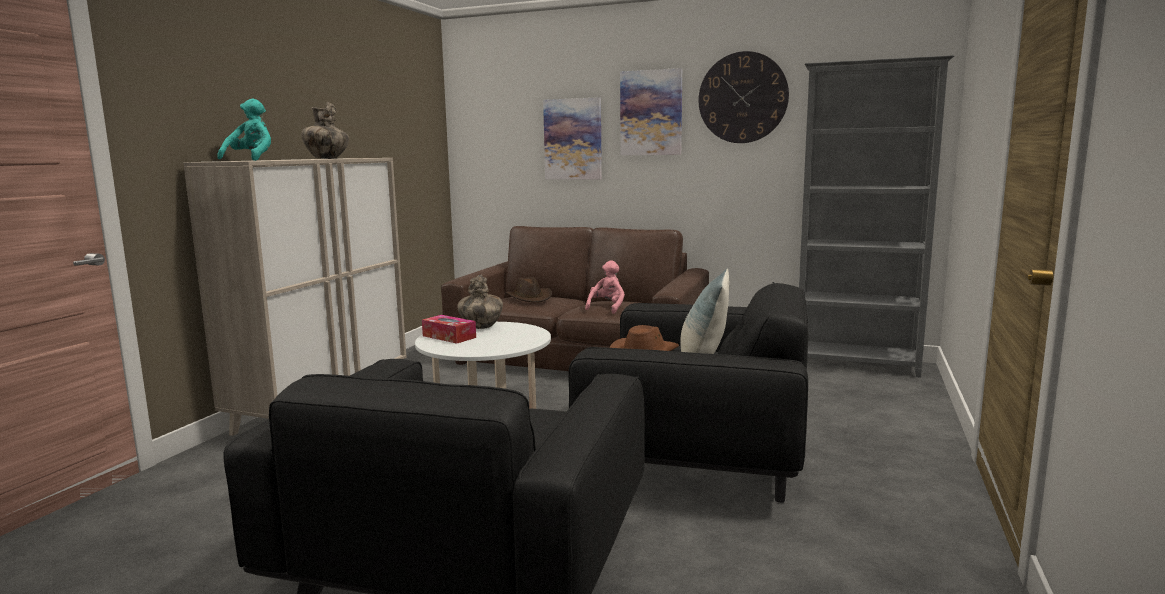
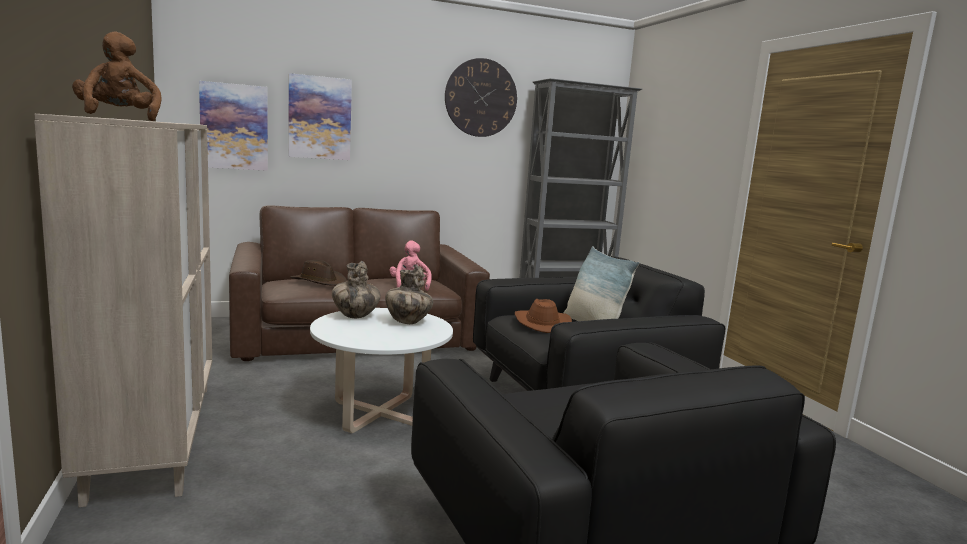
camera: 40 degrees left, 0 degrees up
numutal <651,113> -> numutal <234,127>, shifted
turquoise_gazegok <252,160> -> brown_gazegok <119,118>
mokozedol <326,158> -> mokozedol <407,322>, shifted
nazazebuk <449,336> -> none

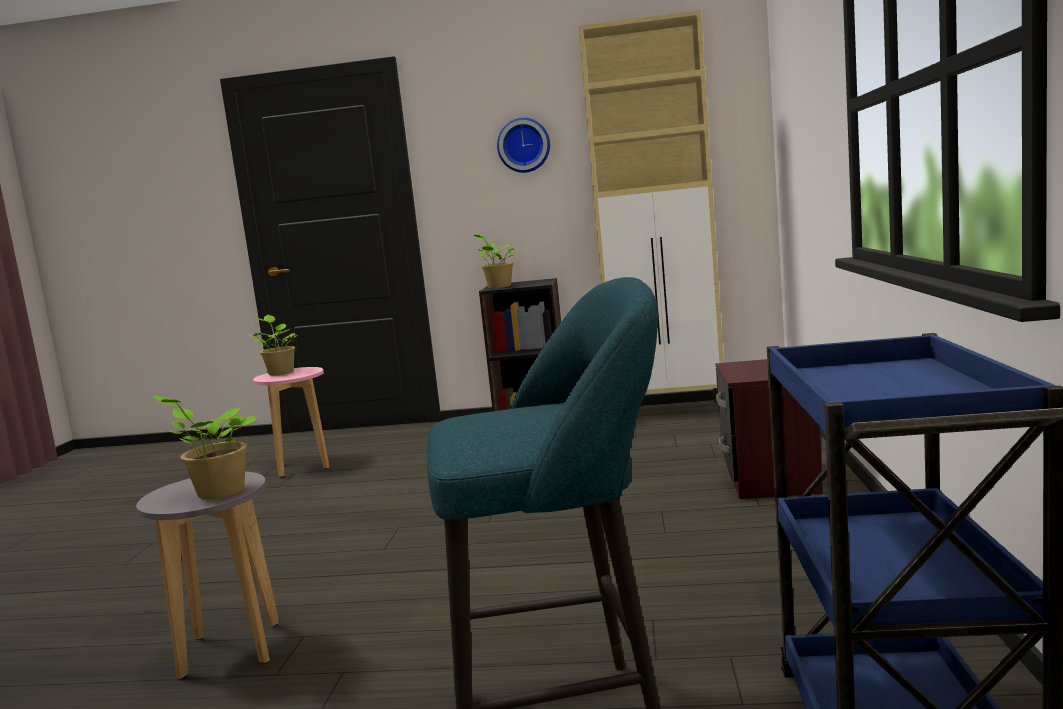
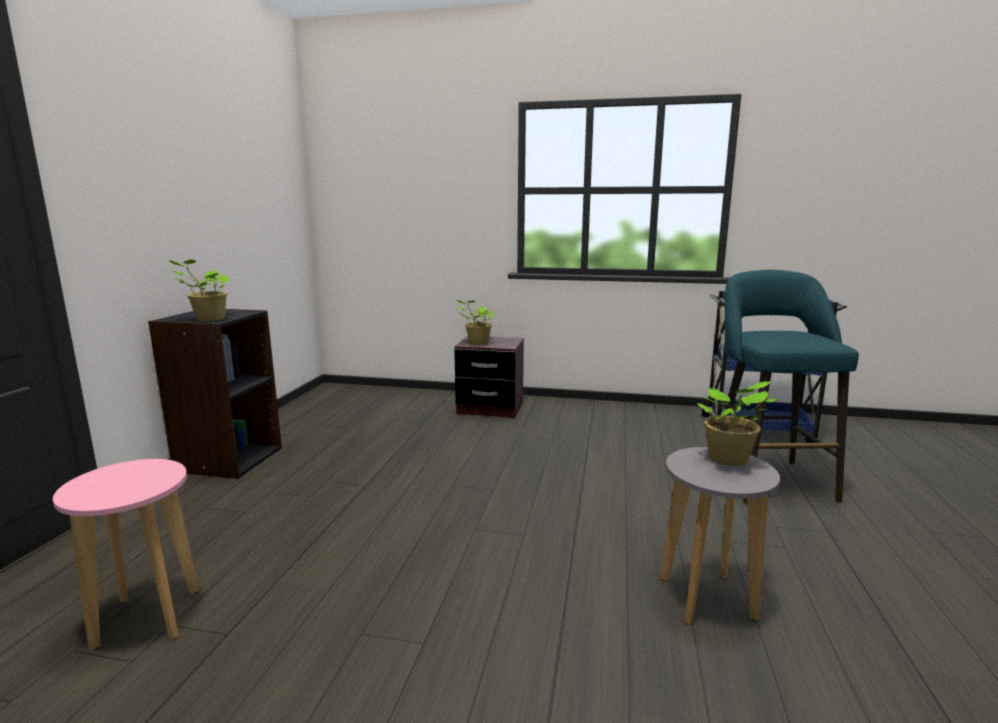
camera: 85 degrees left, 5 degrees up
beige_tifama <669,410> -> none
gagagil <524,145> -> none
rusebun <280,373> -> rusebun <477,343>, shifted

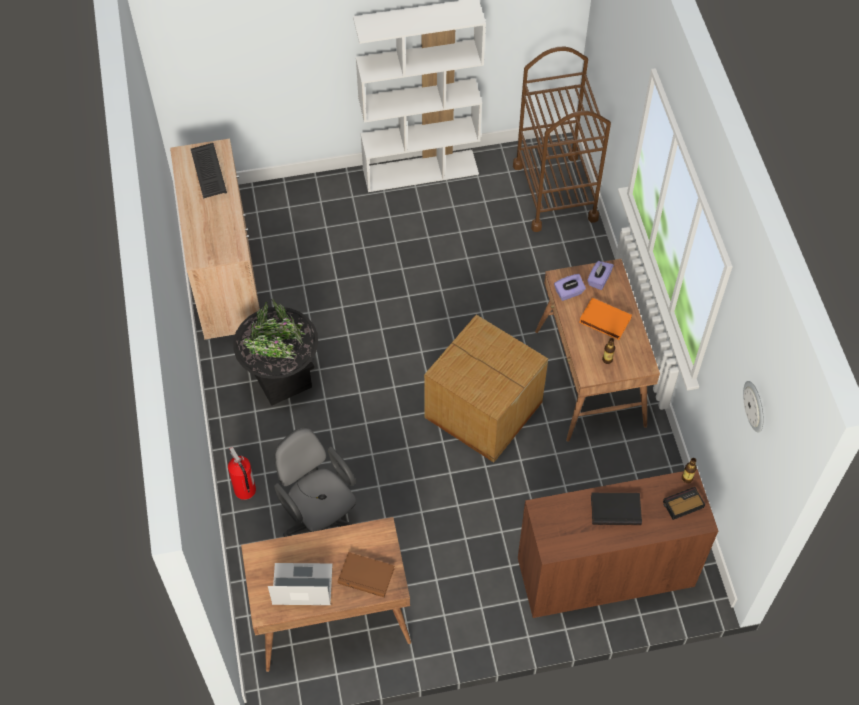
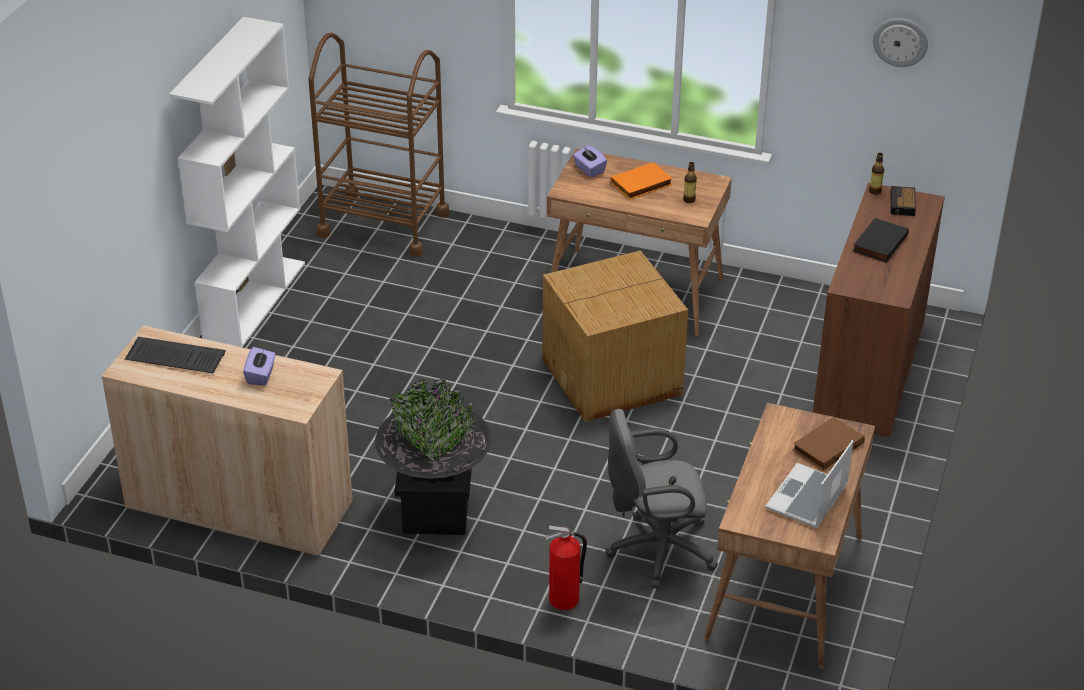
camera: 60 degrees left, 20 degrees down
purple_nazazebuk <569,292> -> purple_nazazebuk <261,375>, shifted

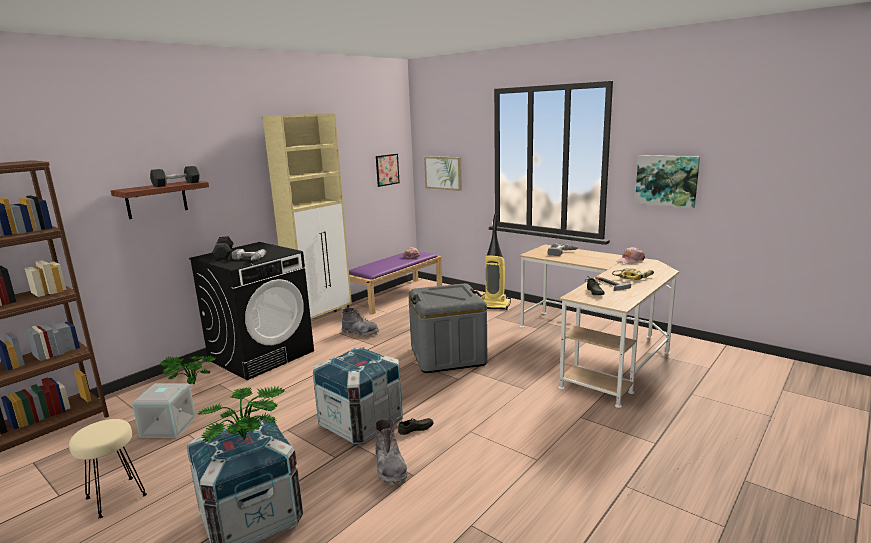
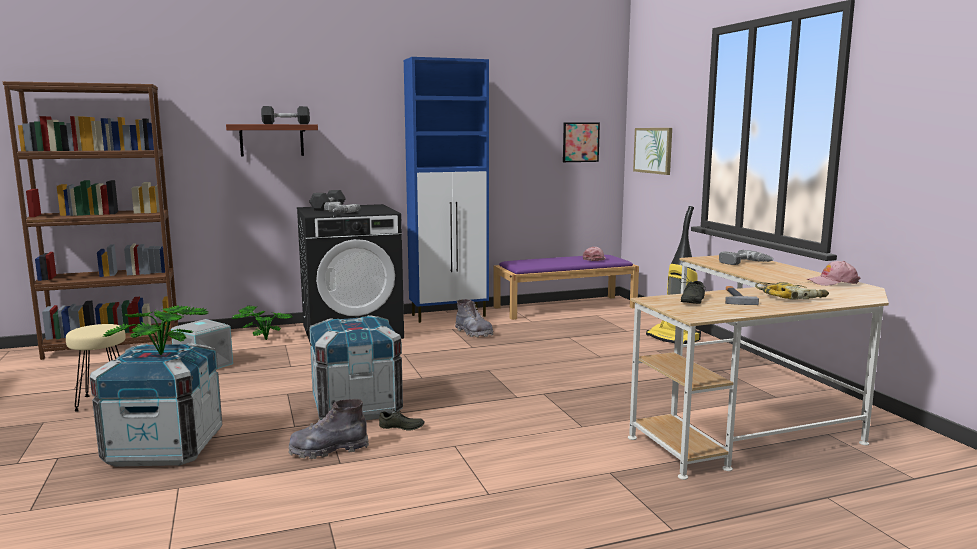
camera: 30 degrees right, 5 degrees down
beige_tifama <322,321> -> blue_tifama <450,316>
numutal <666,180> -> none
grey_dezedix <448,356> -> none
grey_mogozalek <390,467> -> grey_mogozalek <328,450>, 60 degrees clockwise

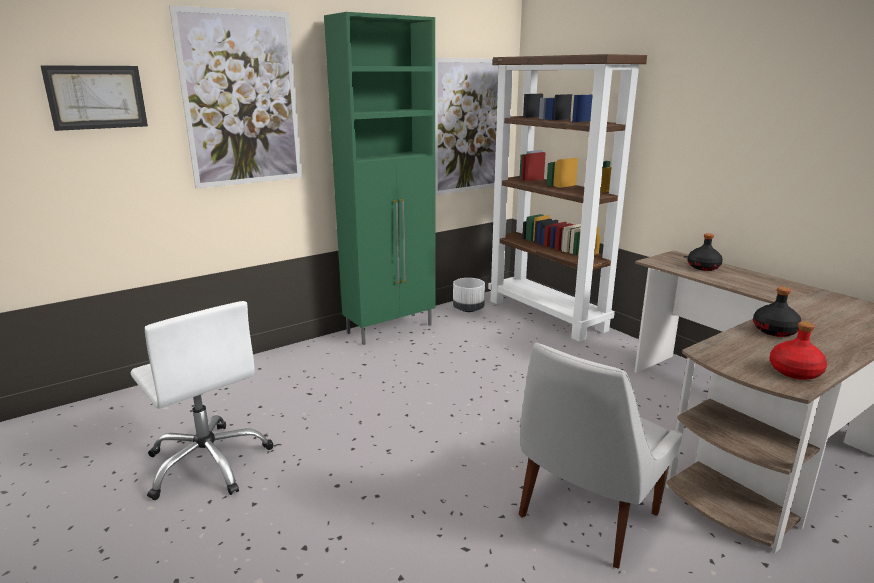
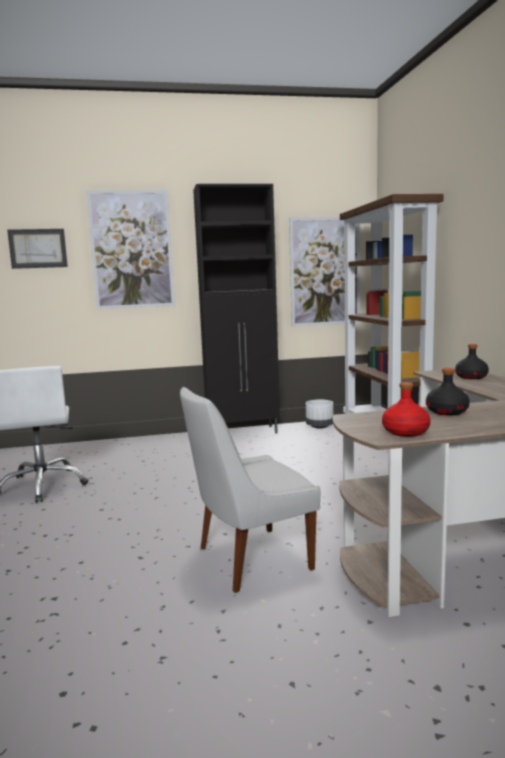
camera: 25 degrees right, 10 degrees down
green_tifama <391,329> -> black_tifama <243,432>

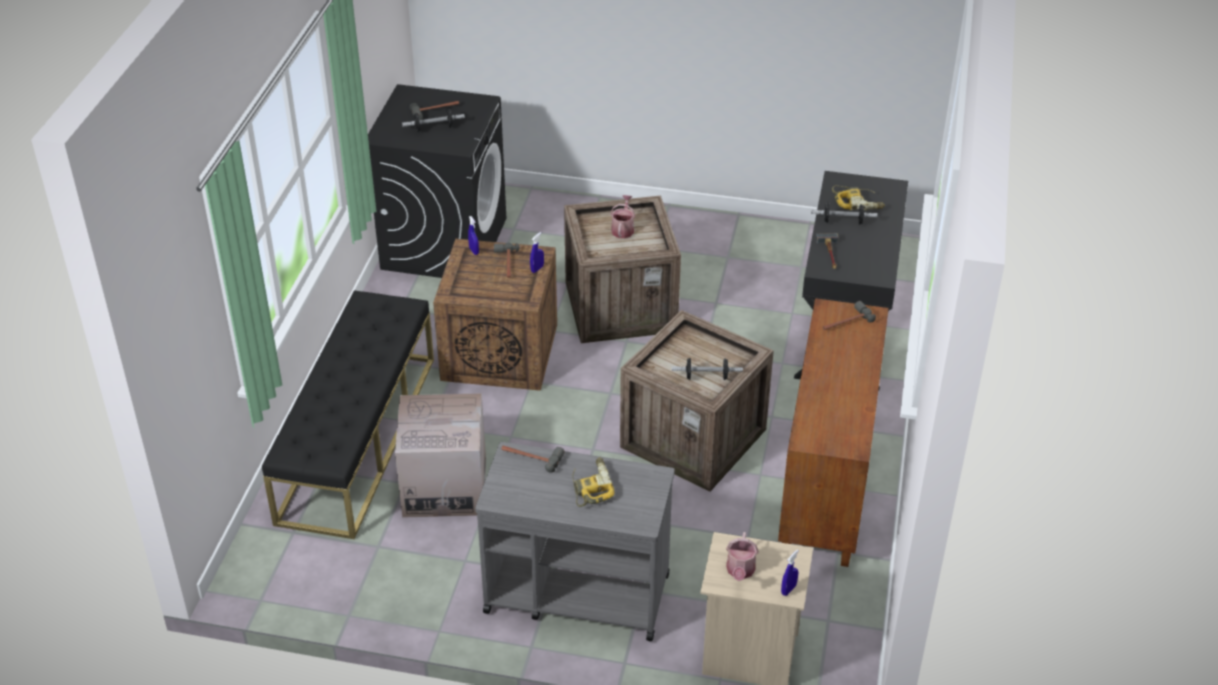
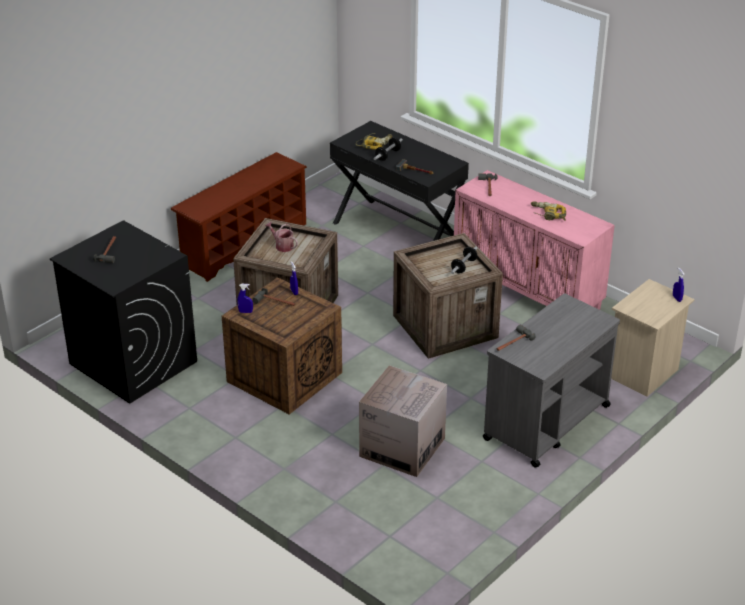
camera: 60 degrees left, 5 degrees down
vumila <434,128> -> none
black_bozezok <357,438> -> none
brown_tifama <827,485> -> pink_tifama <528,293>
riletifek <591,486> -> riletifek <547,215>, shifted
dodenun <740,571> -> none
none -> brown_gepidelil <243,244>

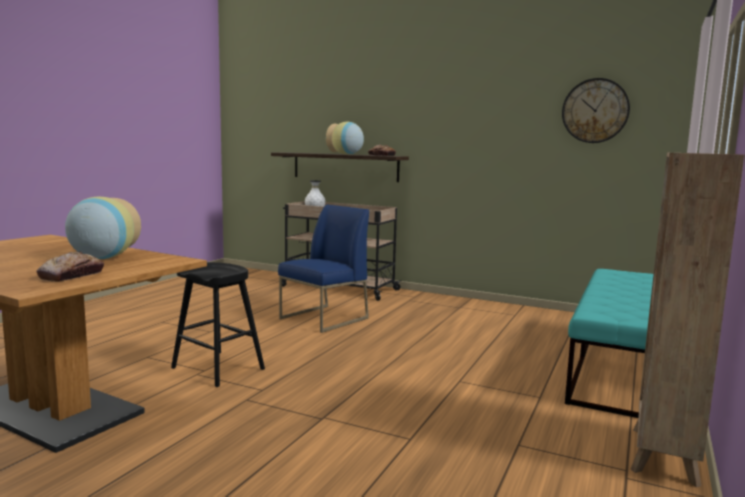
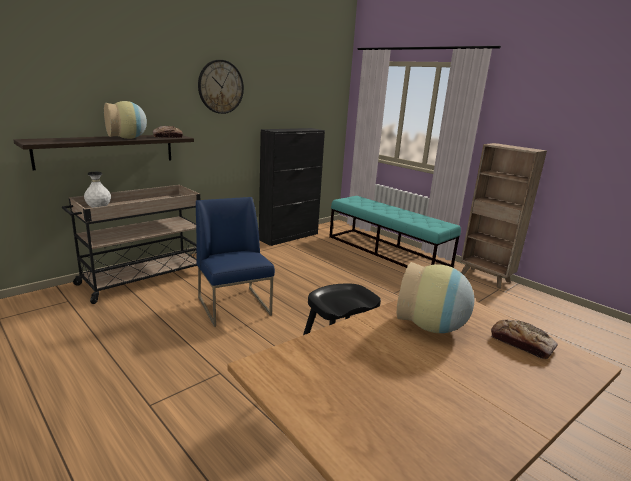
camera: 70 degrees left, 10 degrees up
gagagil <595,111> -> gagagil <220,87>, shifted
none -> black_tifama <289,236>

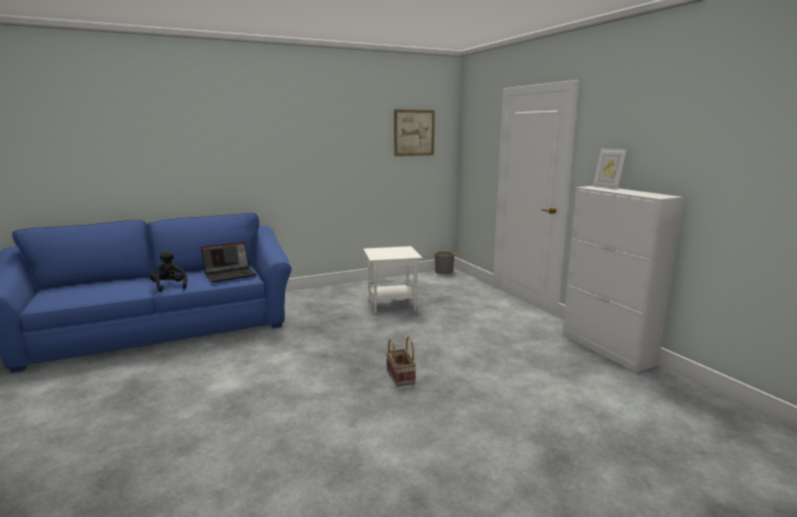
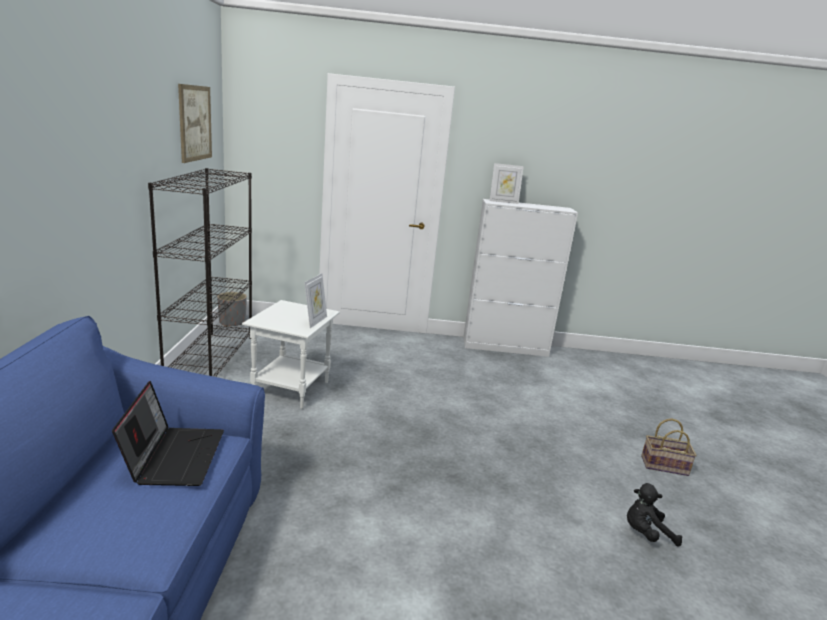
camera: 65 degrees left, 5 degrees up
black_gazegok <169,286> -> black_gazegok <645,534>, shifted
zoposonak <401,377> -> zoposonak <665,465>, shifted
none -> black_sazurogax <211,358>
none -> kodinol <315,321>

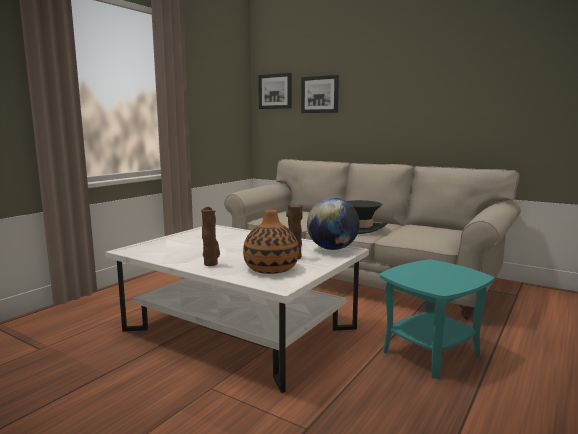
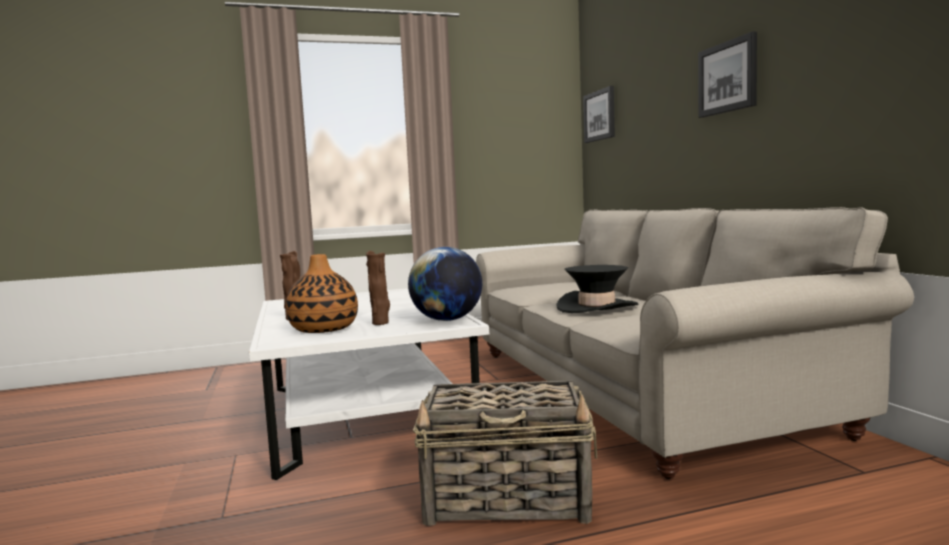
camera: 40 degrees right, 5 degrees down
numutal <320,94> -> numutal <728,77>, shifted
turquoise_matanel <430,352> -> zoposonak <508,499>

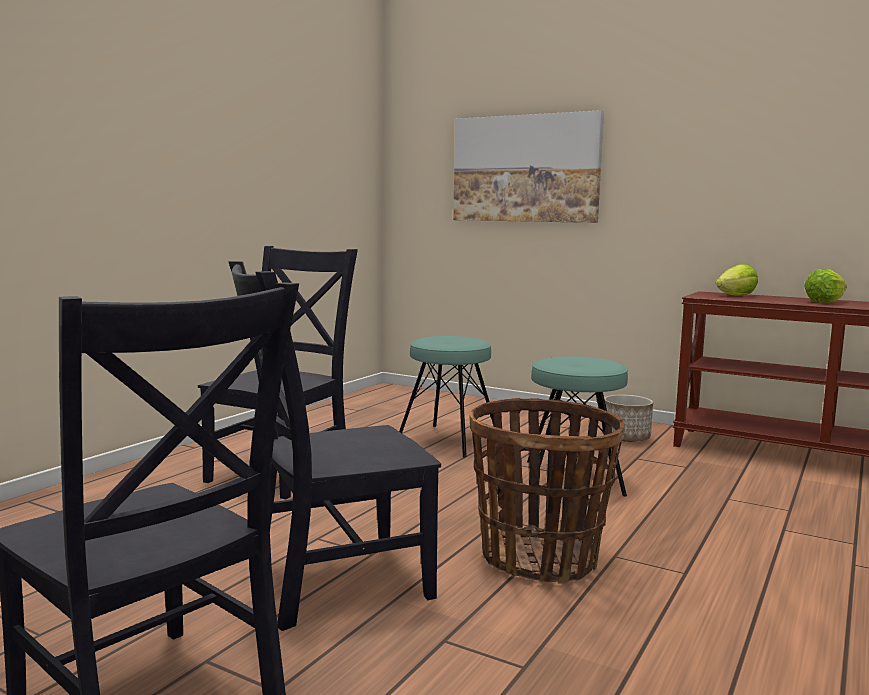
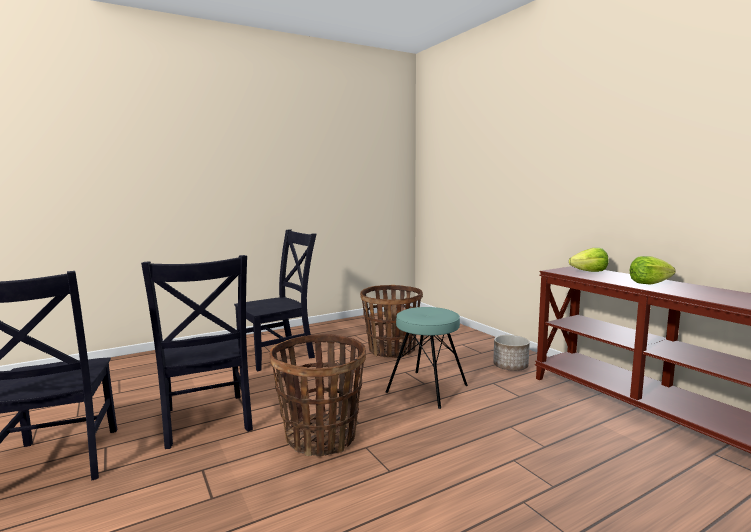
camera: 30 degrees right, 0 degrees up
numutal <525,169> -> none
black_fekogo <330,582> -> black_fekogo <206,422>, 120 degrees counterclockwise
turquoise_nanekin <448,440> -> zoposonak <392,350>

